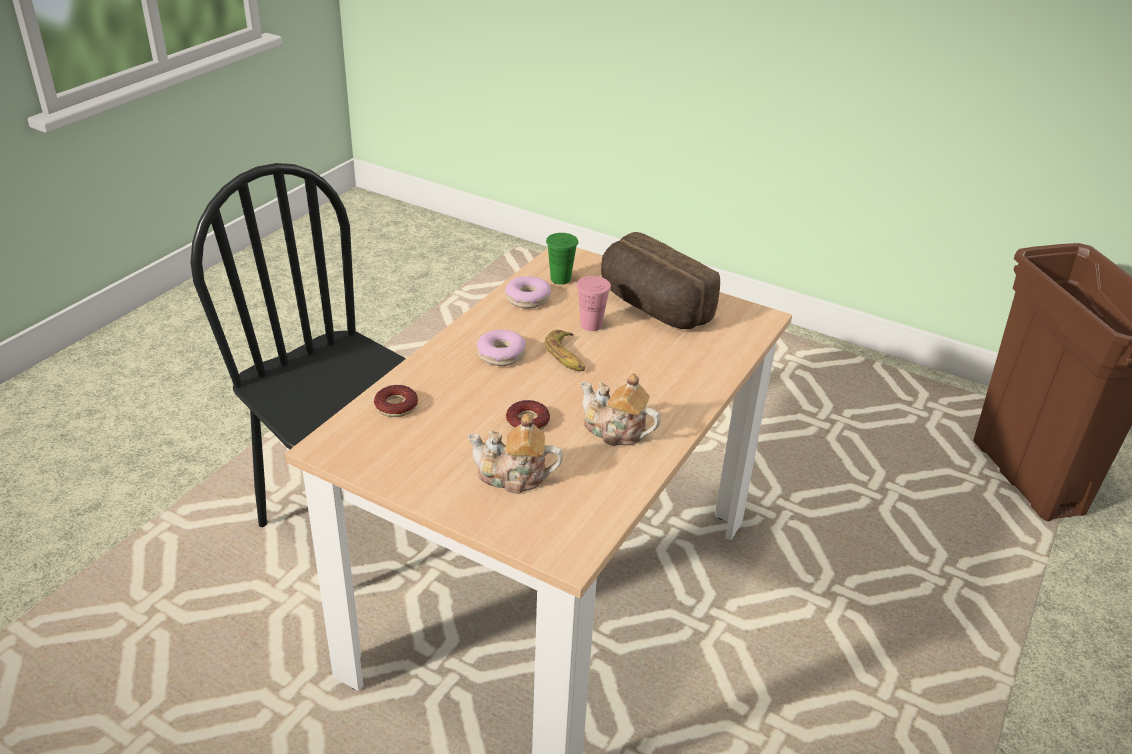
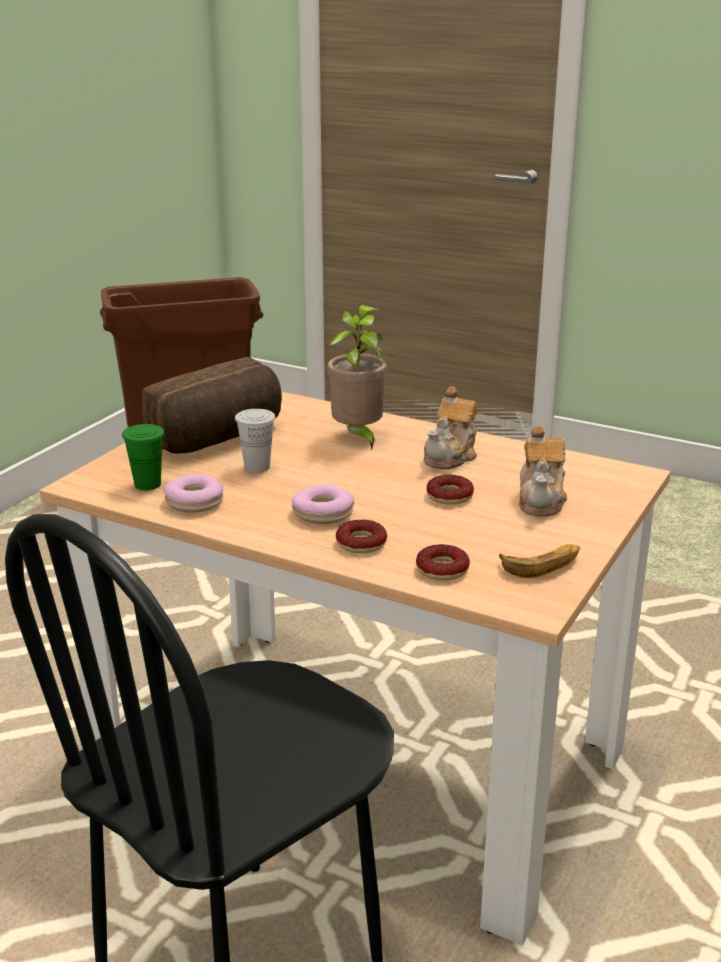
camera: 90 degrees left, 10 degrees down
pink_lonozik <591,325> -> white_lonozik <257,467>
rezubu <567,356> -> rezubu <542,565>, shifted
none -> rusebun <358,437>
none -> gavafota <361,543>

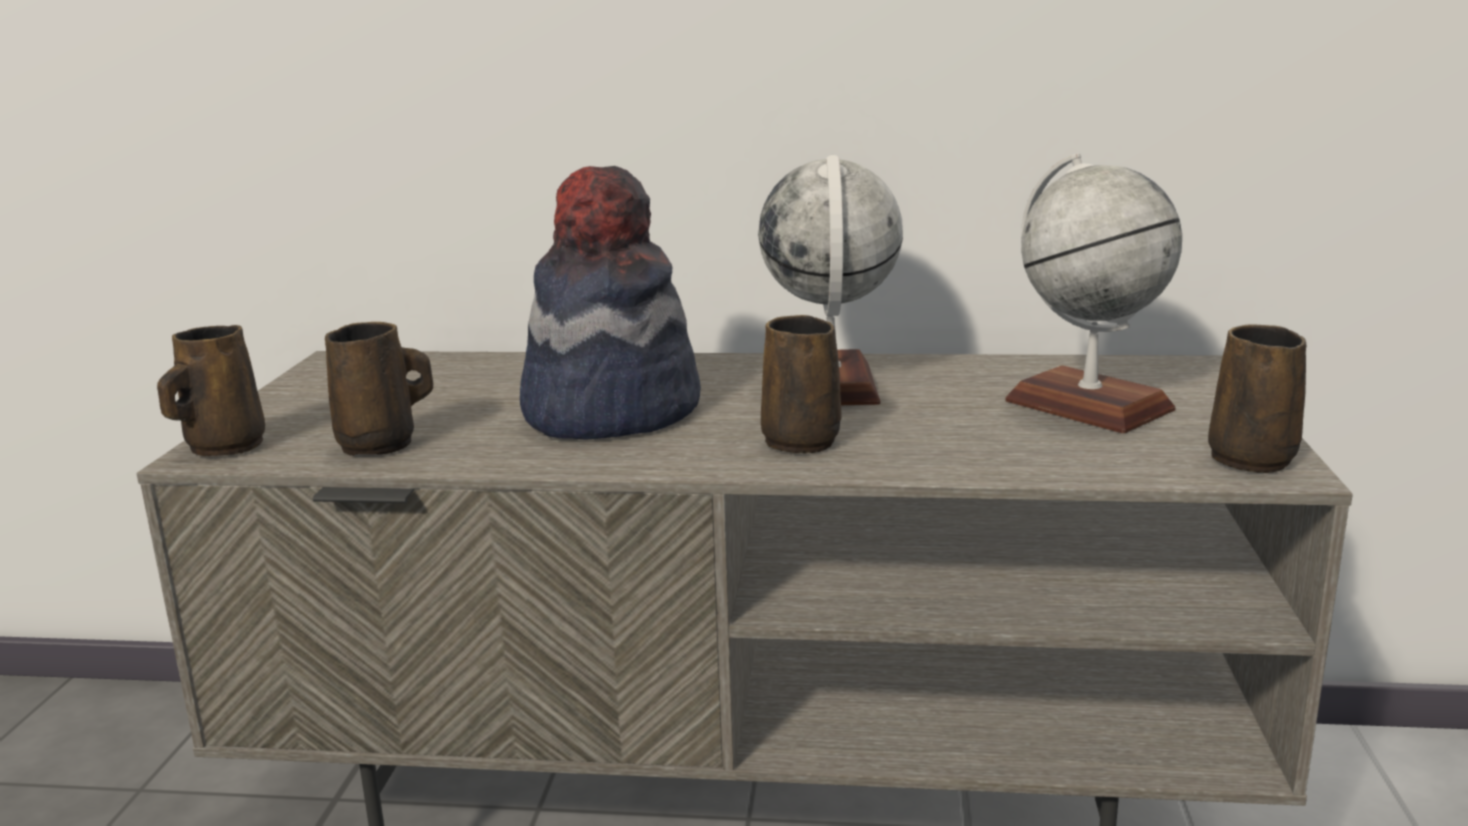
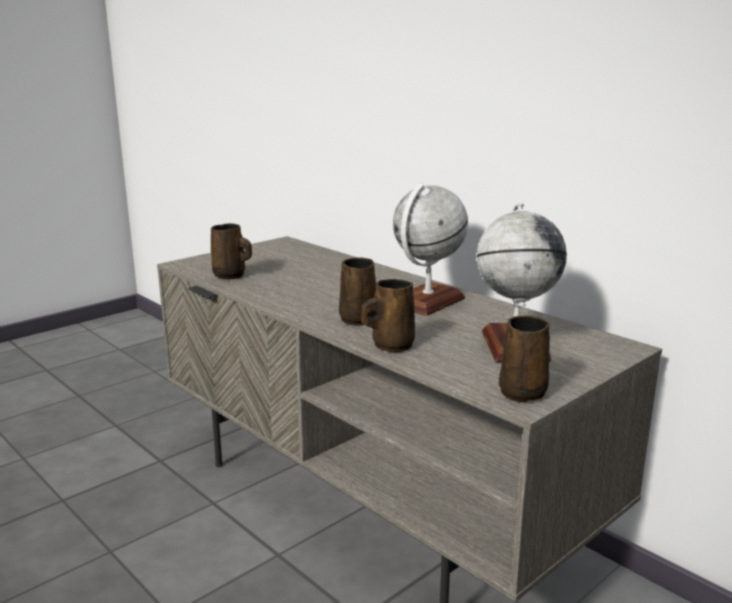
camera: 40 degrees right, 0 degrees up
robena <609,410> -> none
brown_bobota <222,448> -> brown_bobota <390,345>, shifted

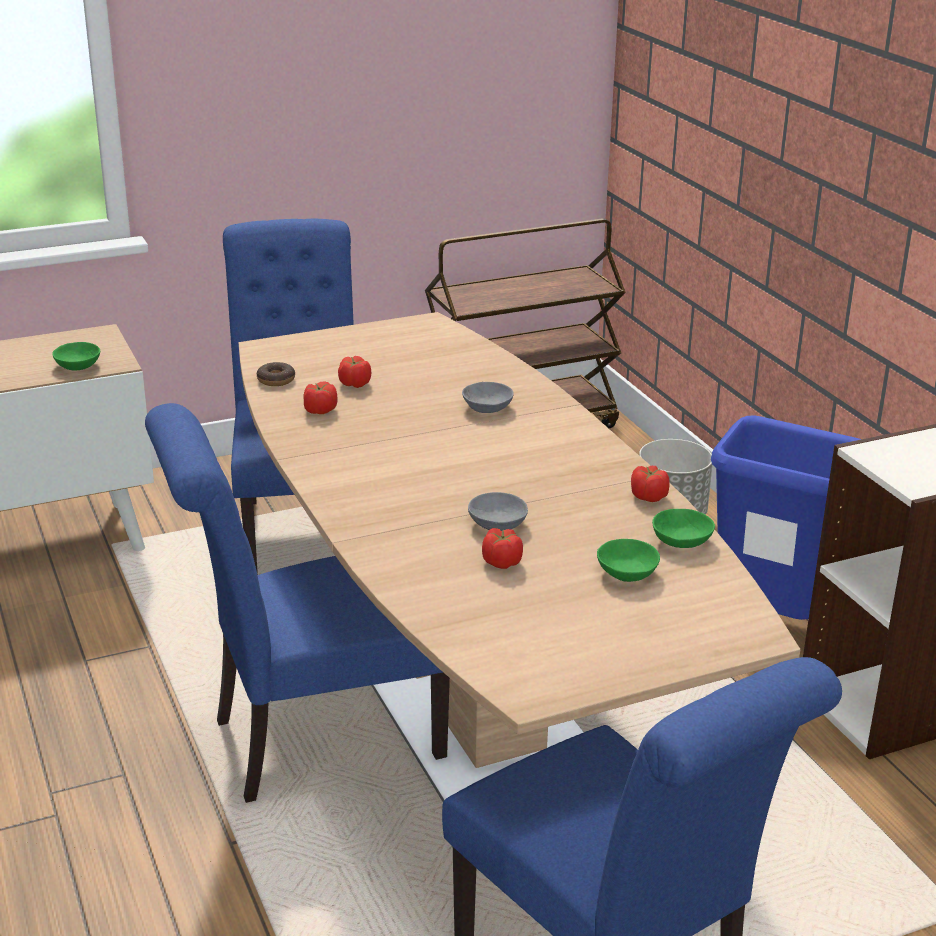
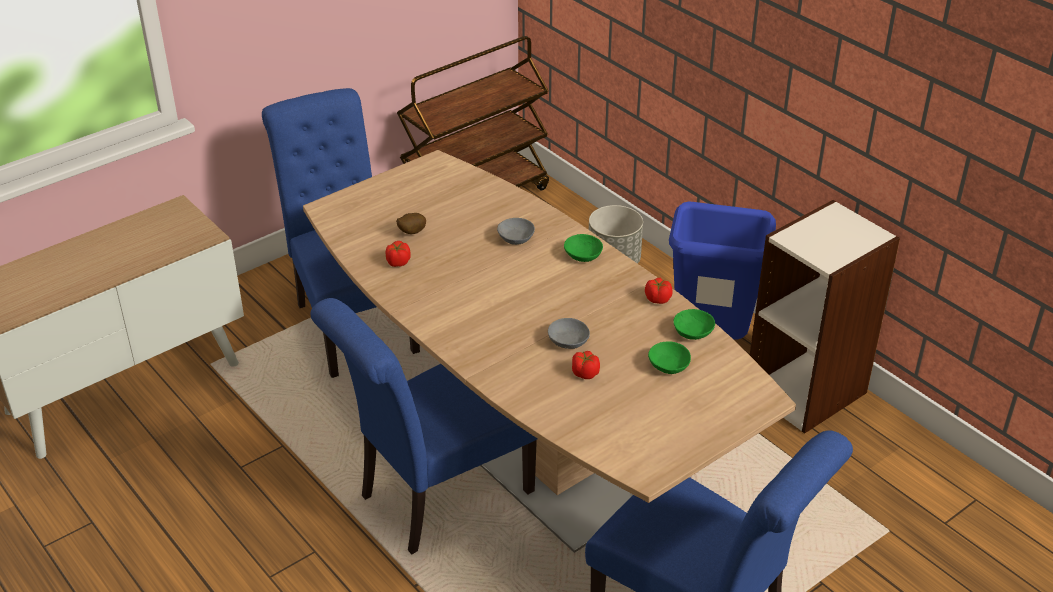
camera: 15 degrees left, 10 degrees up
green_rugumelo <76,365> -> green_rugumelo <581,255>, shifted
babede <355,384> -> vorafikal <411,232>
gavafota <276,380> -> none

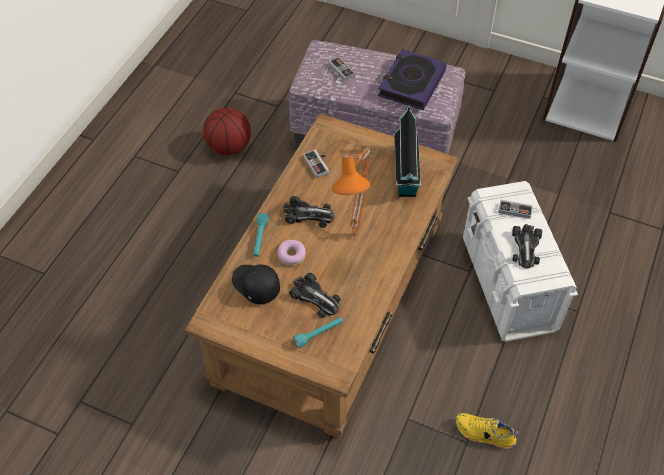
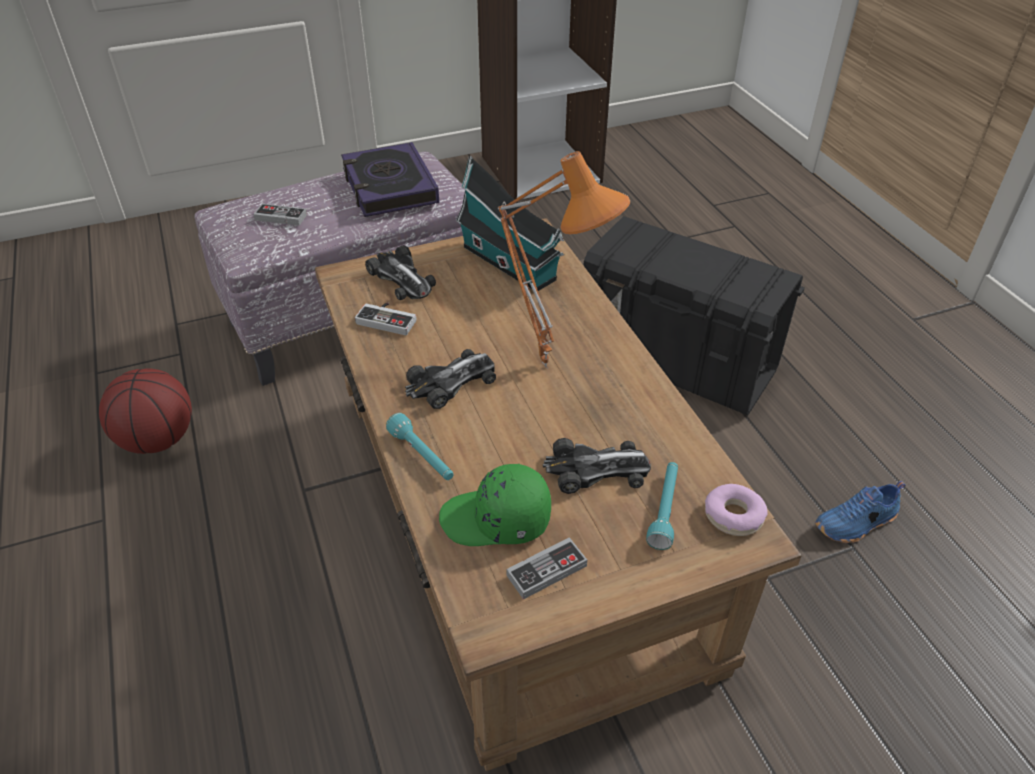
camera: 45 degrees left, 10 degrees down
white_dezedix <508,284> -> black_dezedix <677,360>
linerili <515,210> -> linerili <546,570>, shifted
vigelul <525,247> -> vigelul <401,278>, shifted
gavafota <292,255> -> gavafota <733,516>, shifted
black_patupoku <255,286> -> green_patupoku <496,520>
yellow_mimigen <484,434> -> blue_mimigen <856,524>

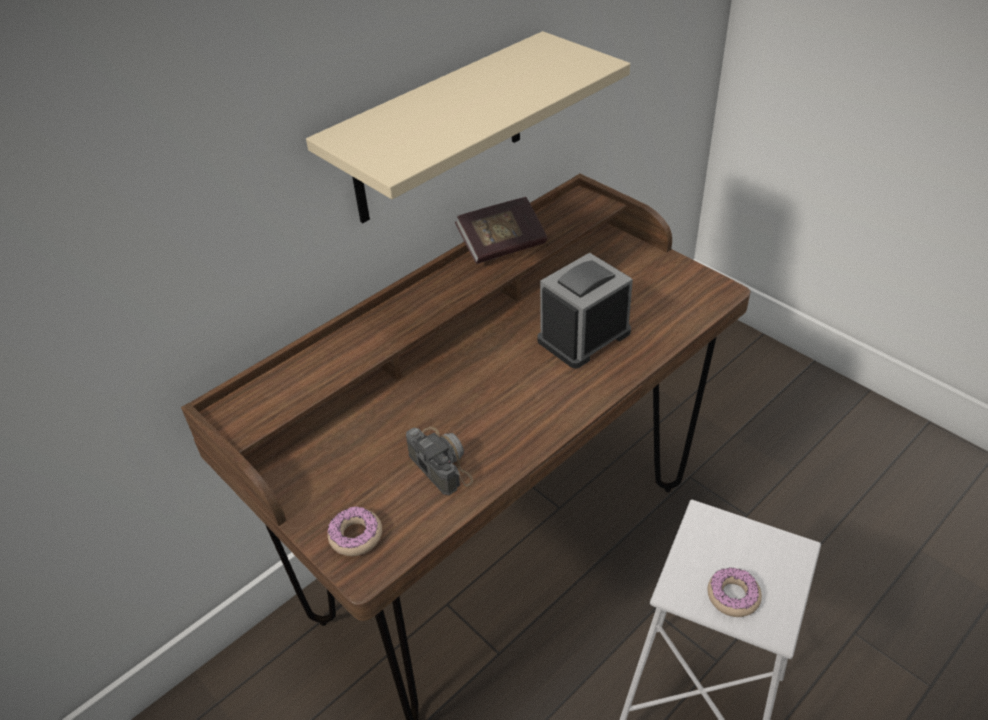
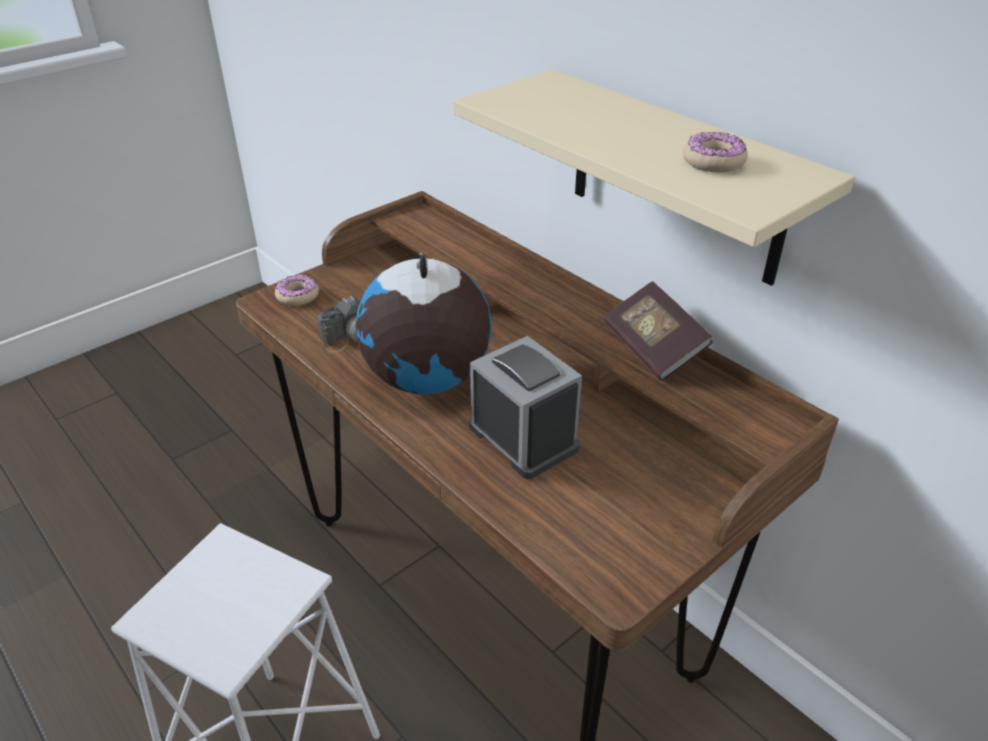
camera: 90 degrees right, 5 degrees down
gavafota <733,596> -> gavafota <713,162>, shifted
none -> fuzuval <426,380>

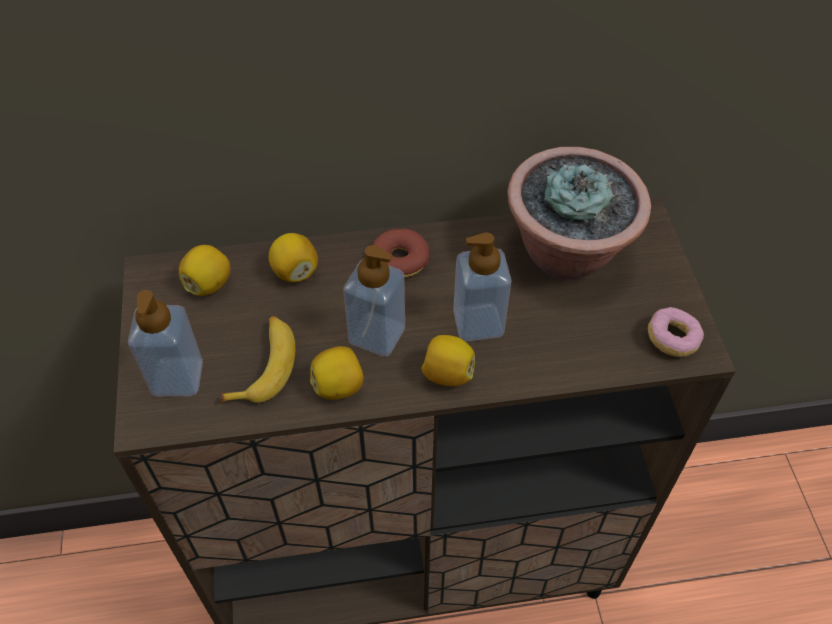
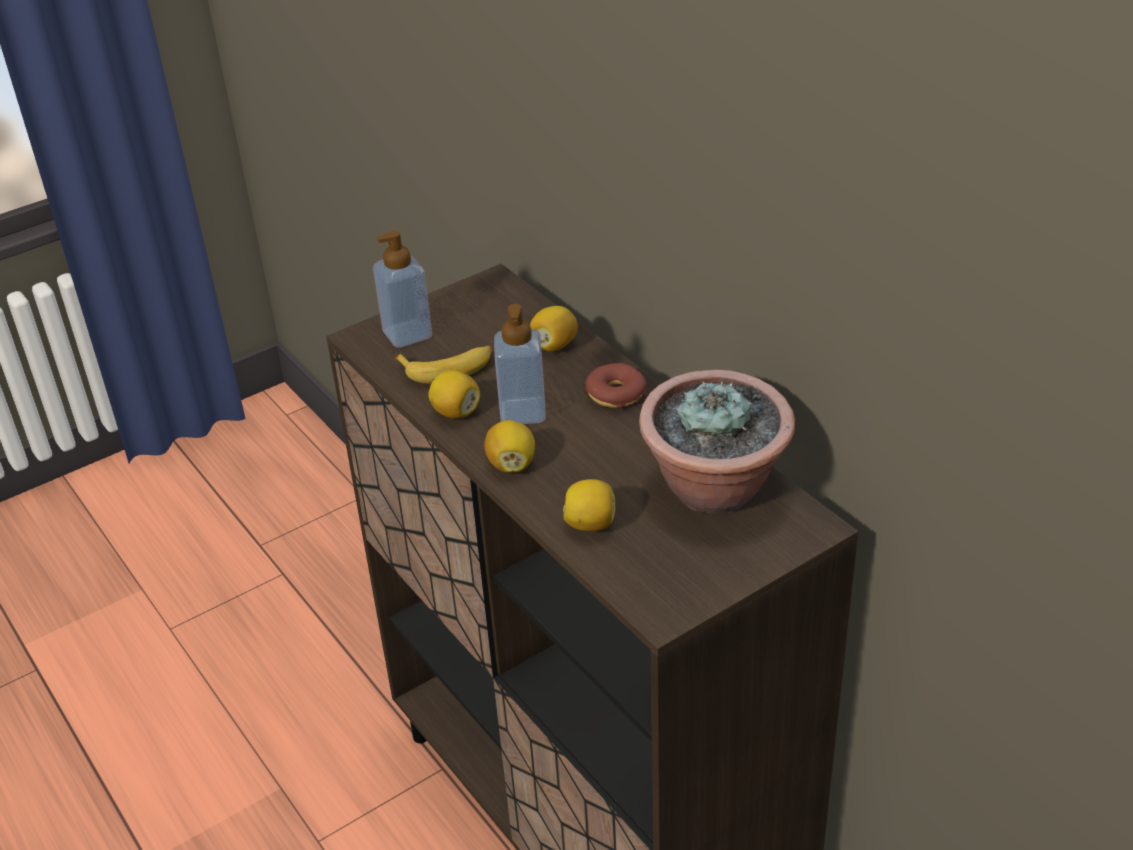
camera: 65 degrees right, 15 degrees down
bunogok <478,322> -> none
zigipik <209,283> -> zigipik <590,524>, shifted
gavafota <672,339> -> none

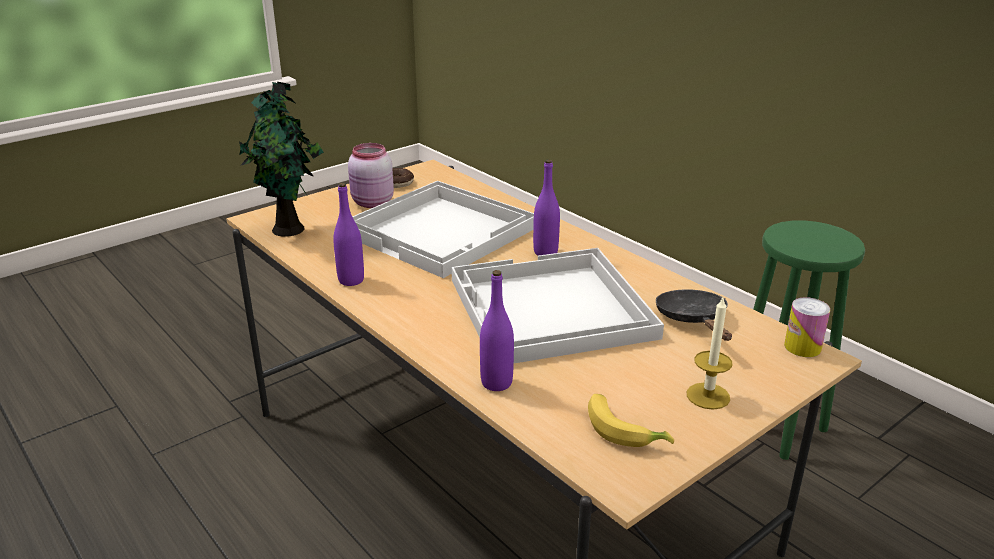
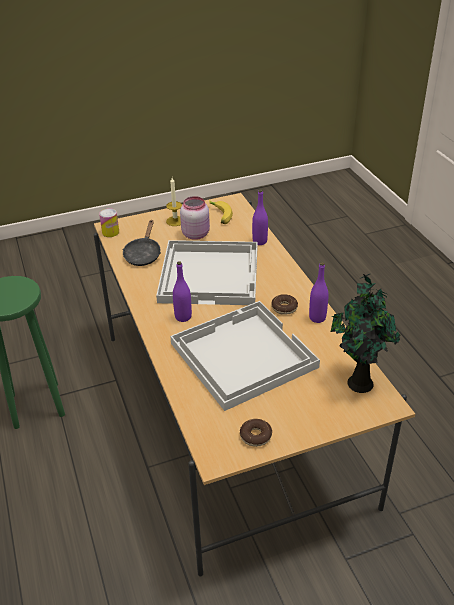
camera: 160 degrees left, 10 degrees up
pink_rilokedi <372,203> -> pink_rilokedi <196,234>, shifted
none -> gavafota <284,308>

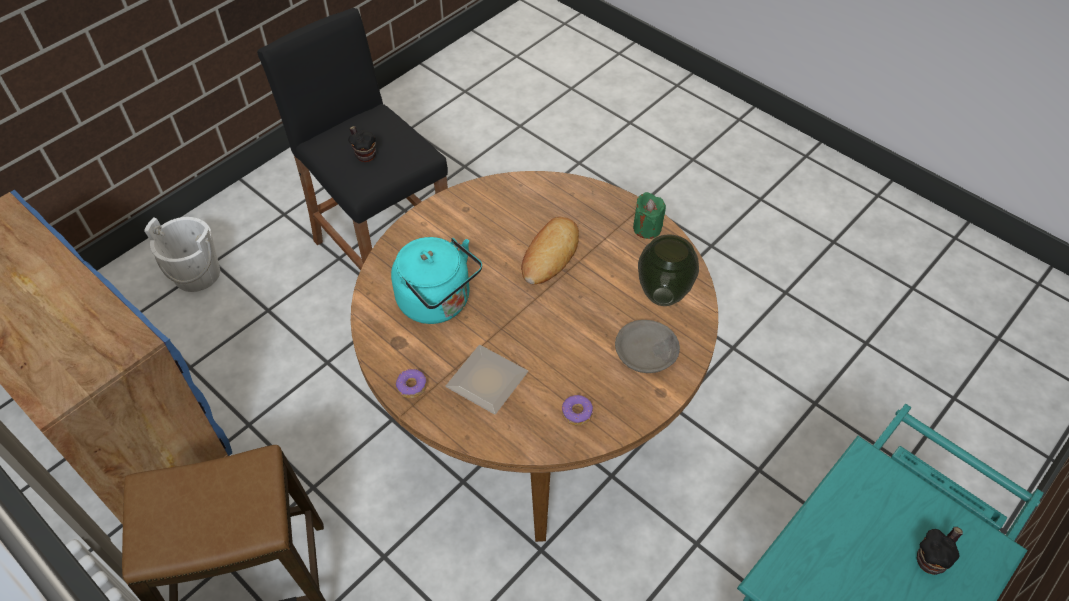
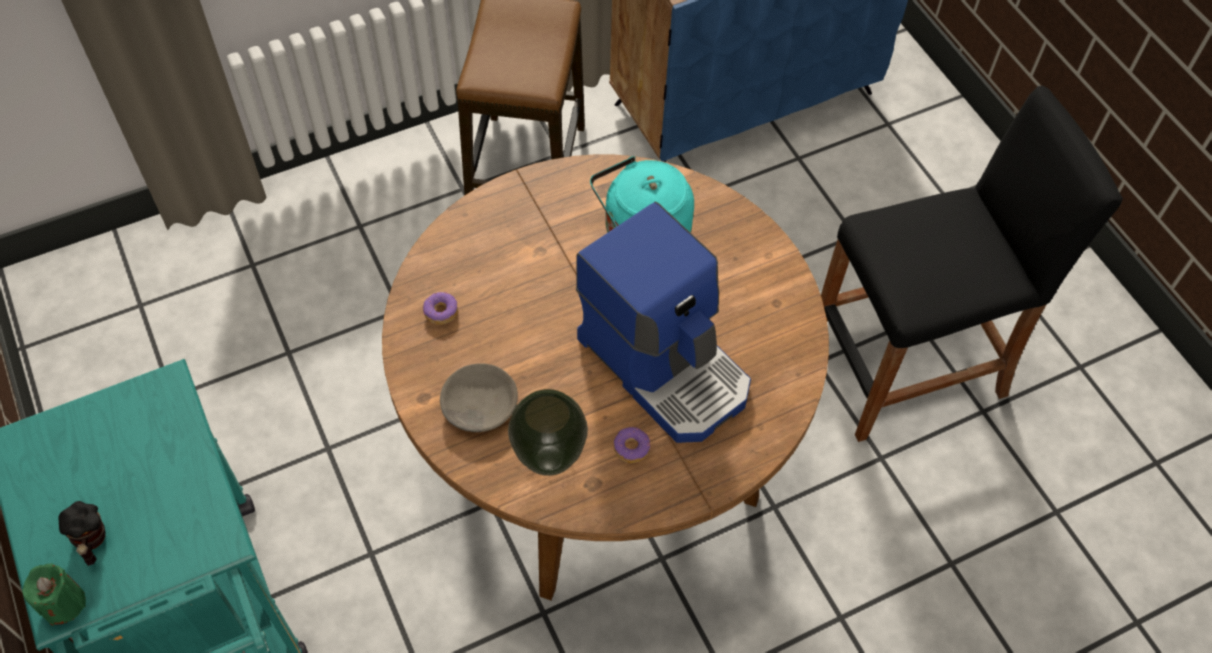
camera: 110 degrees right, 5 degrees up
bobota <364,154> -> none
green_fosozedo <647,228> -> green_fosozedo <63,603>, shifted
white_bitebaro <197,274> -> none
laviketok <550,254> -> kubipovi <666,364>
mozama <487,384> -> none
gavafota <411,387> -> gavafota <631,448>, shifted

